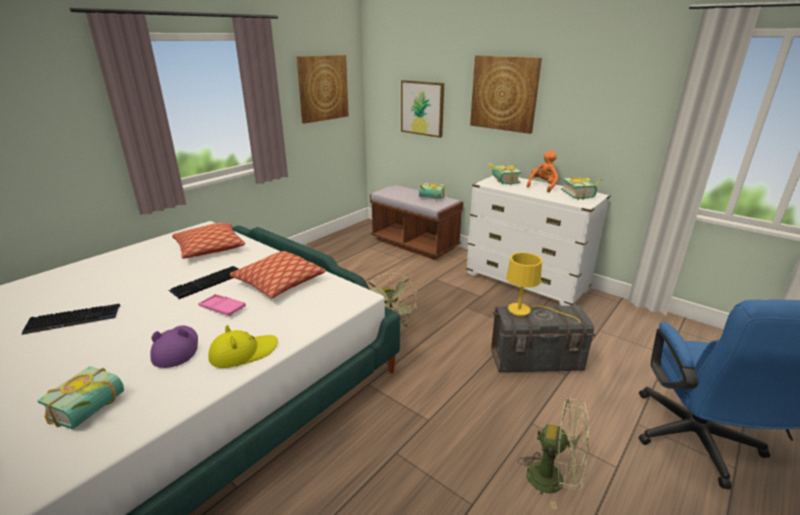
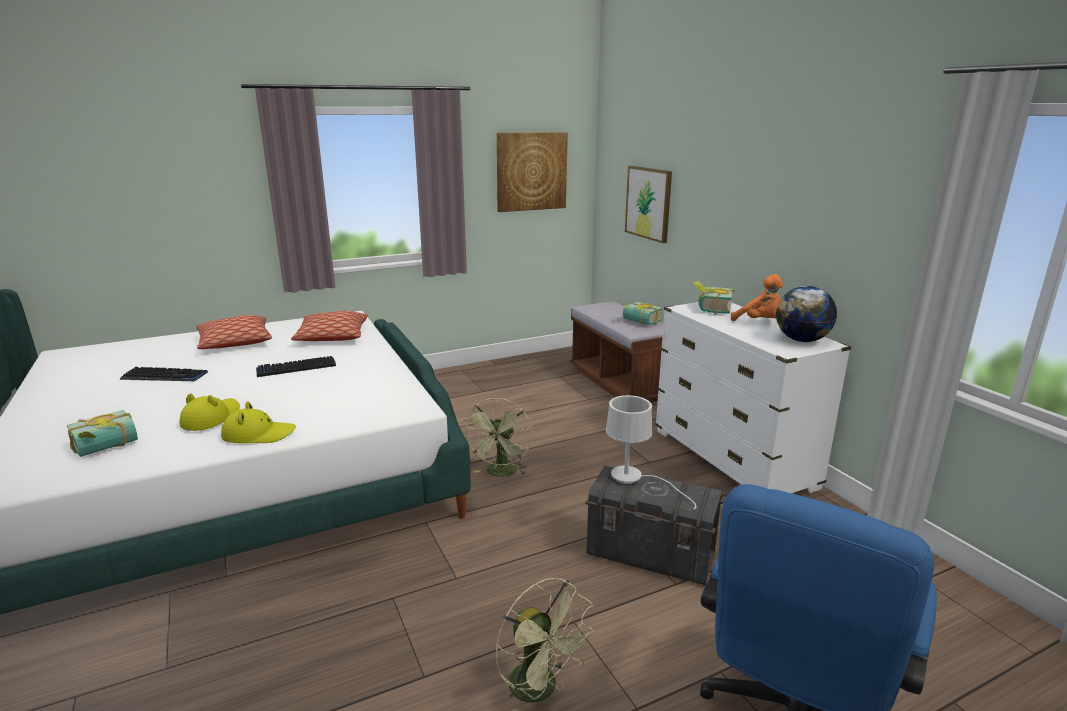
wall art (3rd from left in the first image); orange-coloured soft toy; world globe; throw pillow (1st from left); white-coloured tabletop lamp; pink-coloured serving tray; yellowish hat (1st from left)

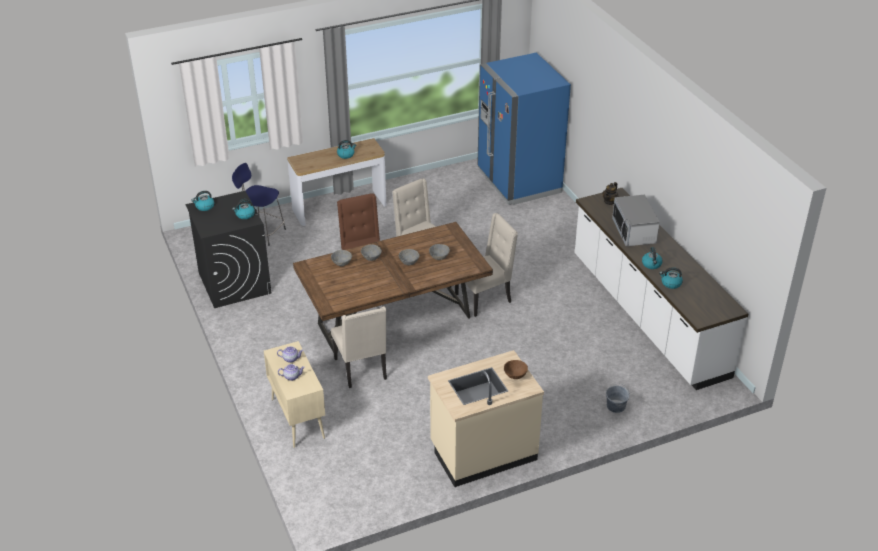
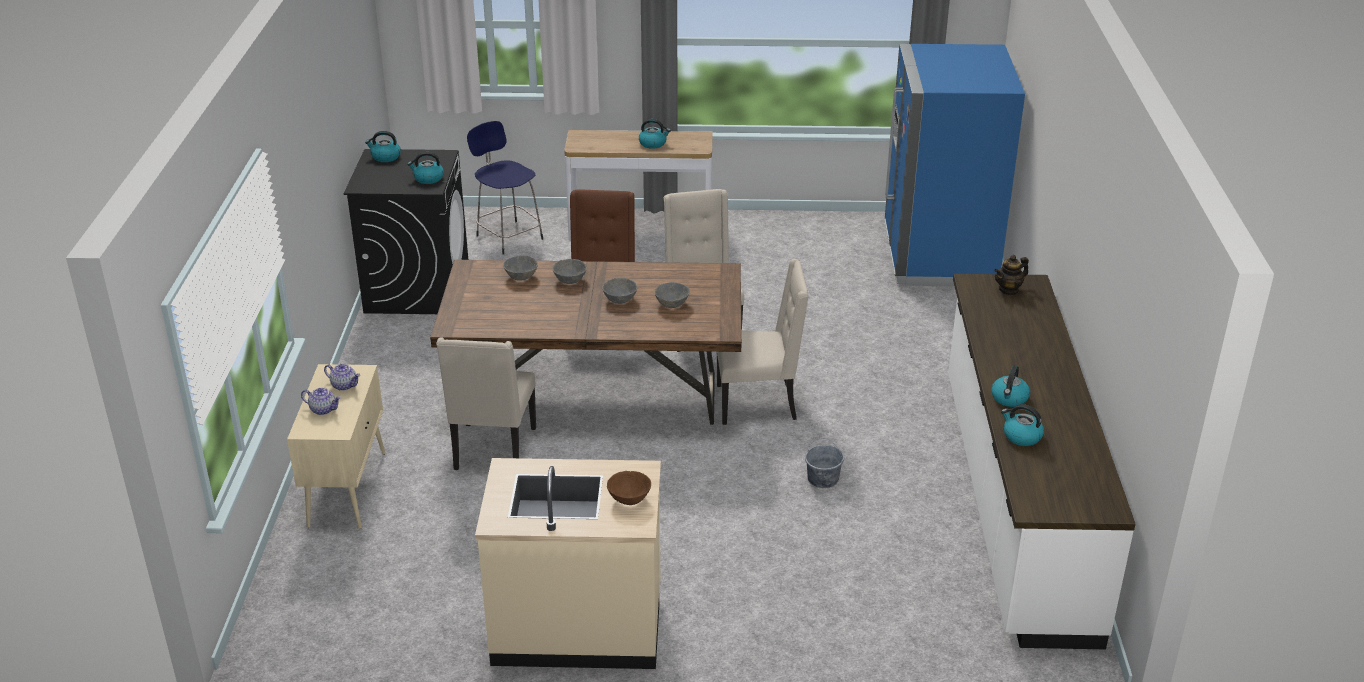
kitchen microwave; gray pail

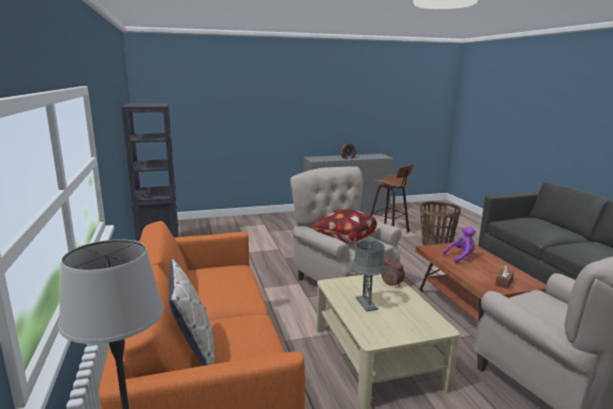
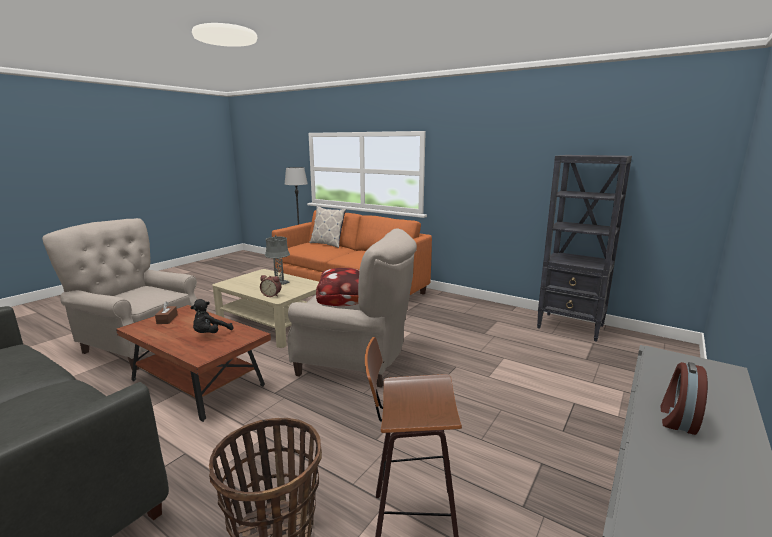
black soft toy

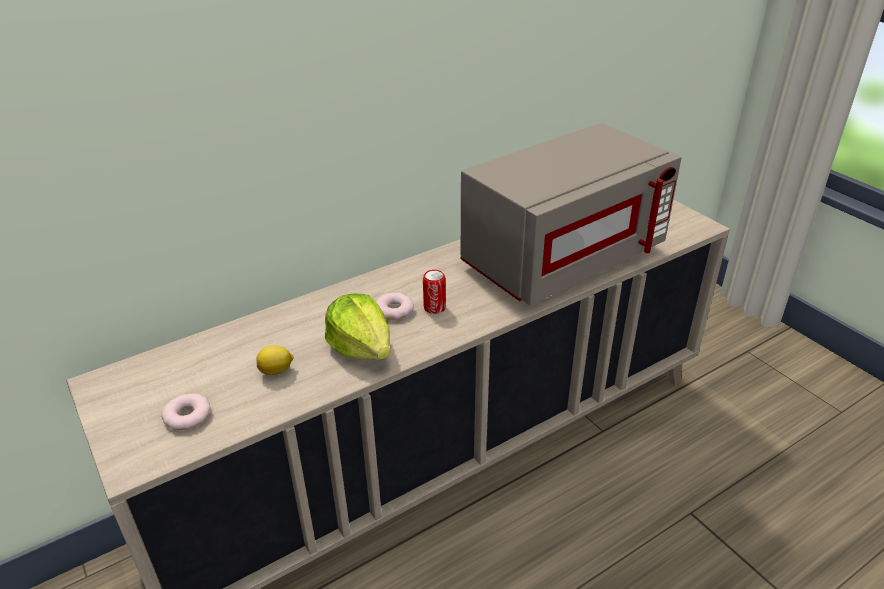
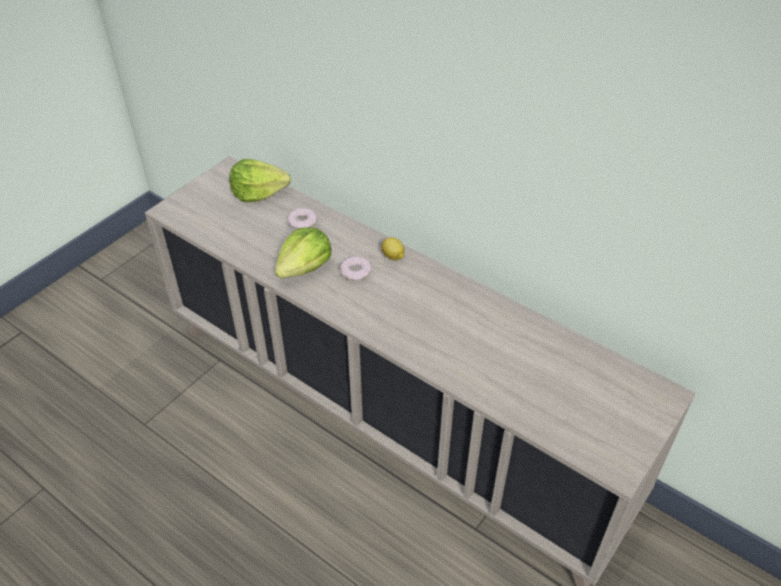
gray kitchen microwave; sealed can; lemon; ring doughnut (1st from left); head of lettuce (1st from left)

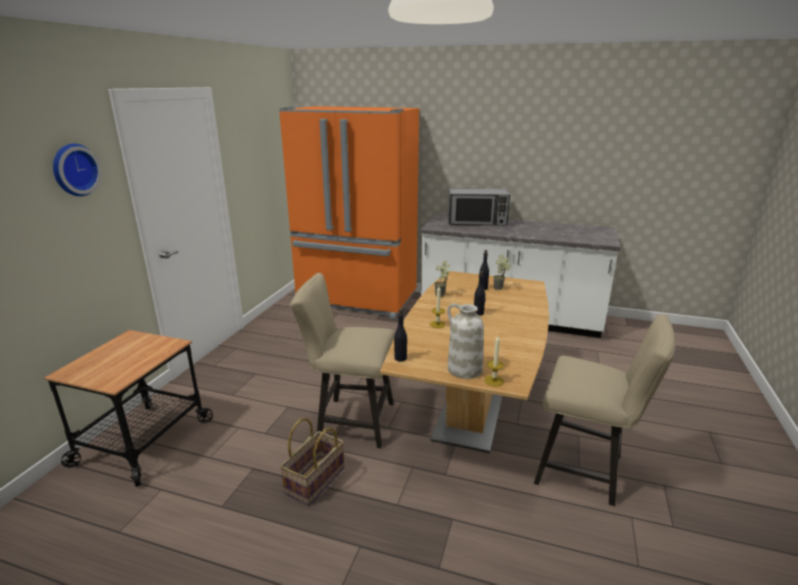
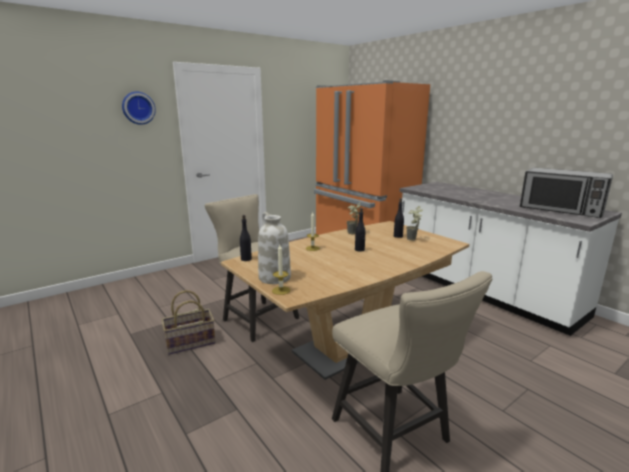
kitchen microwave; cart

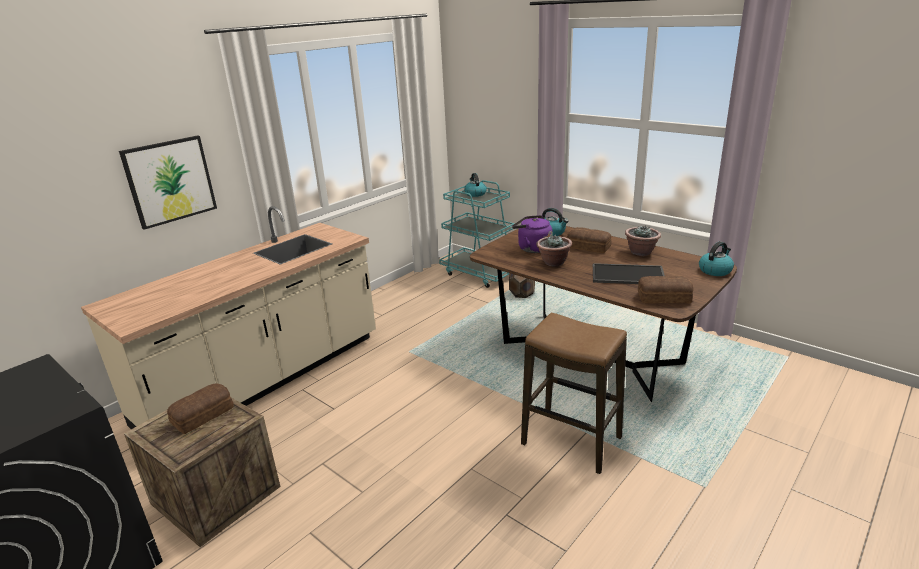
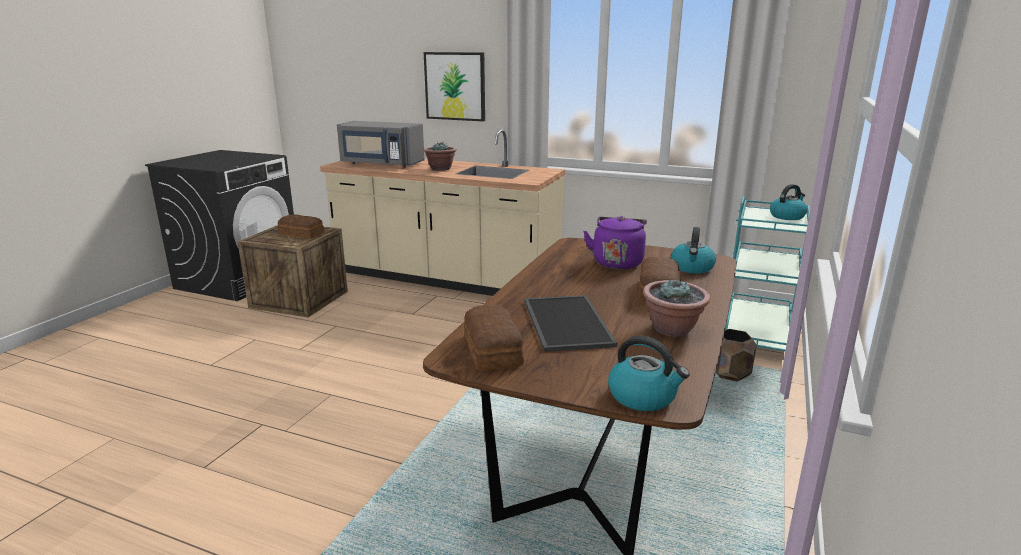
potted plant (1st from left); sitting stool; gray kitchen microwave

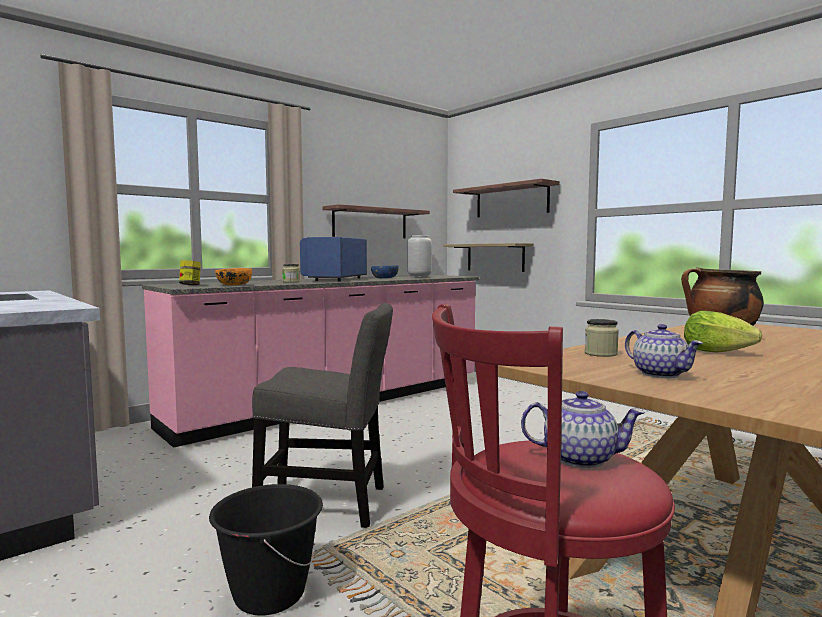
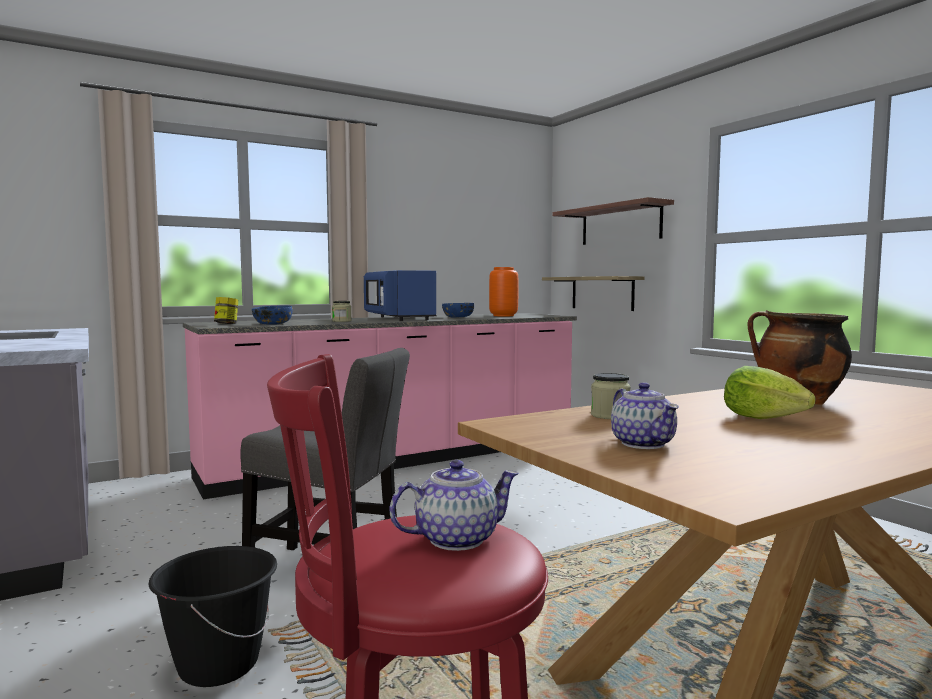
bracket shelf (1st from left in the first image); orange-coloured decorative vase; blue-coloured kitchen microwave; blue-coloured bowl (1st from left); pot for tea (1st from left)

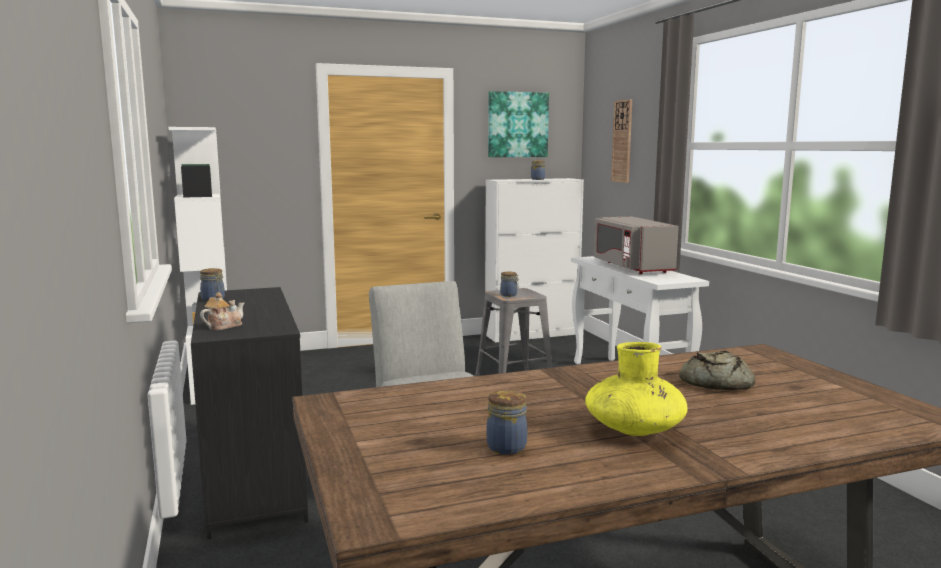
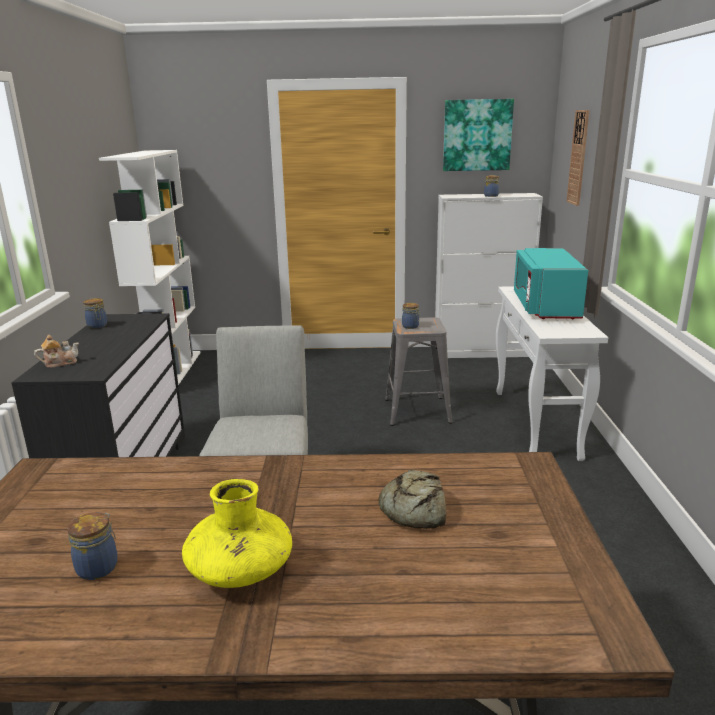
blue-green kitchen microwave

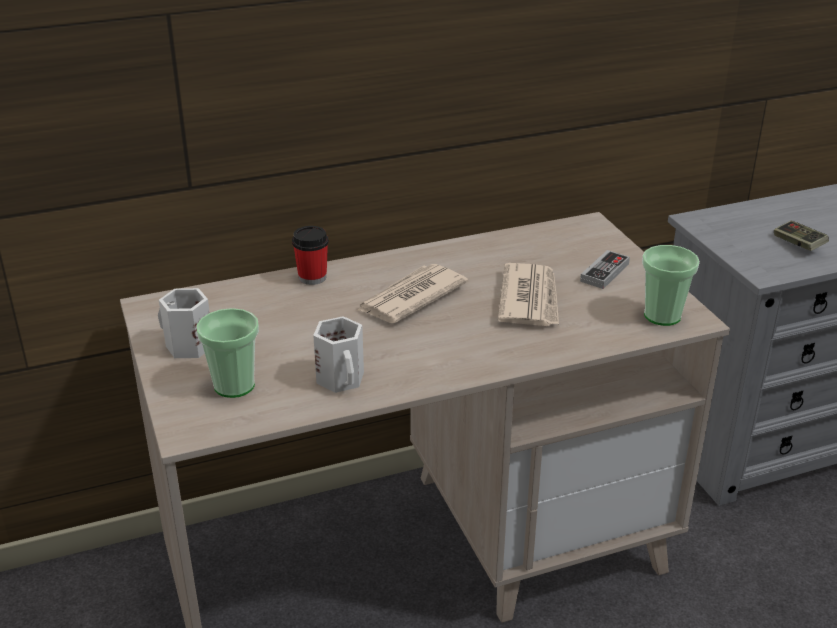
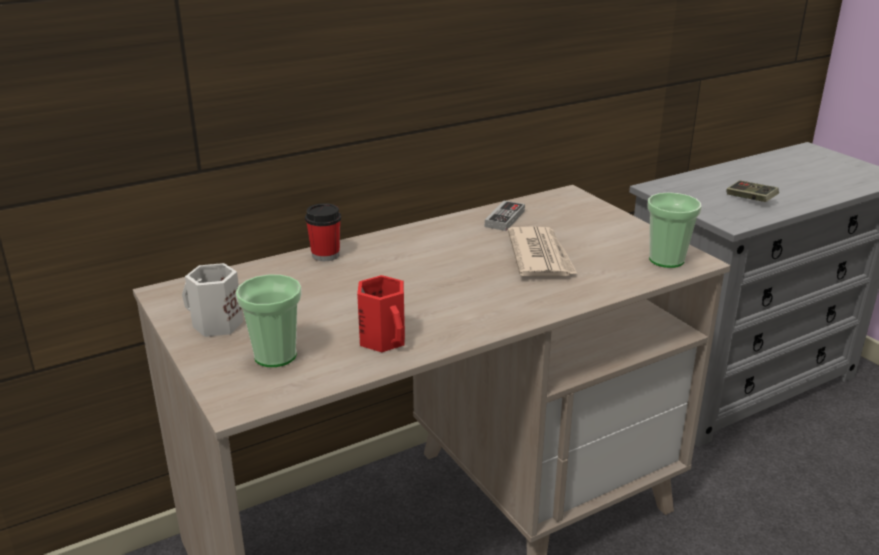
game controller (1st from left); daily paper (1st from left in the first image); red-coloured mug

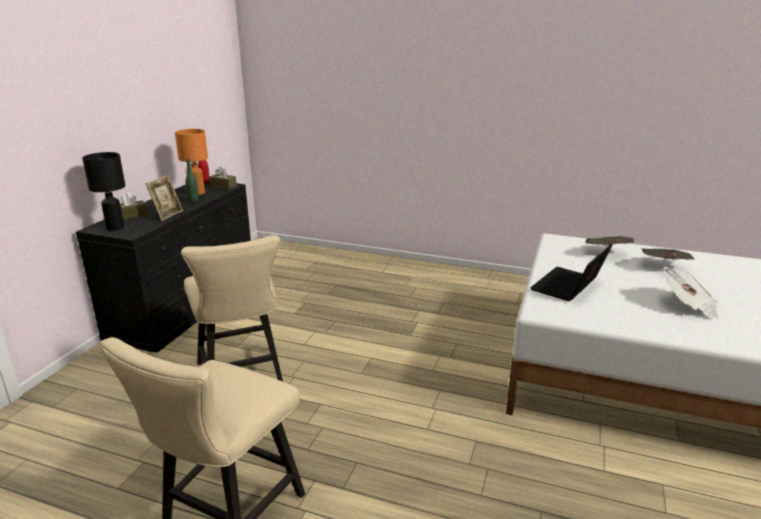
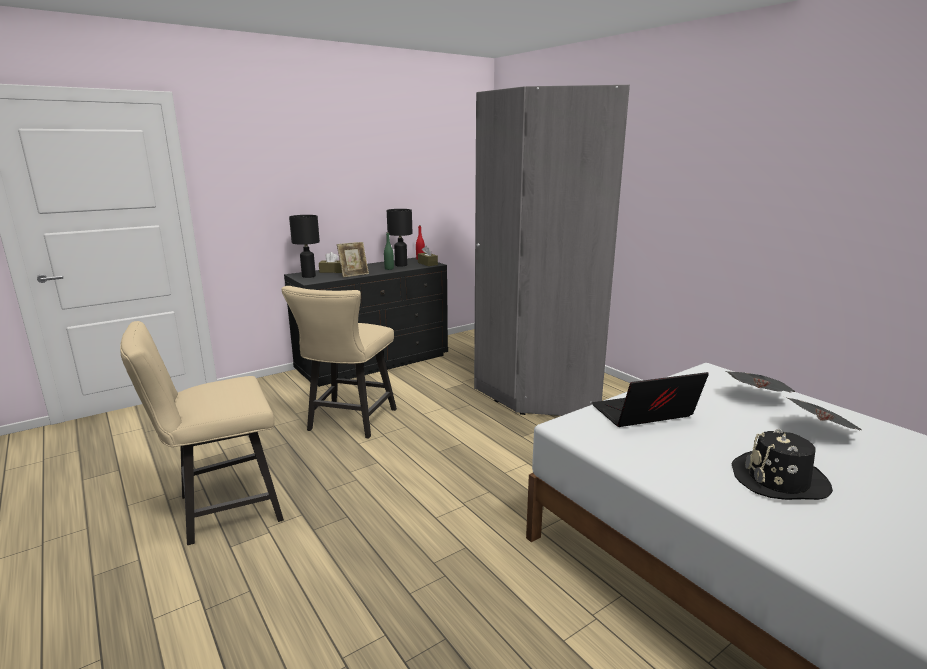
black tabletop lamp (2nd from left); black hat; gray clothes cupboard

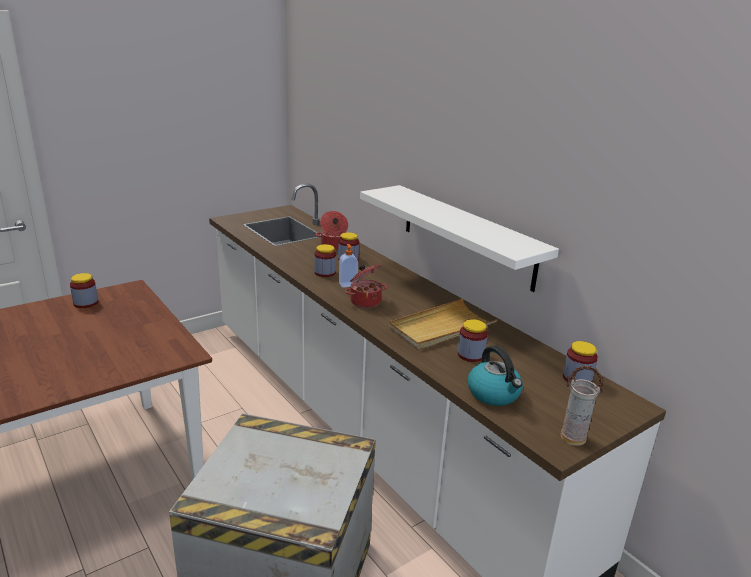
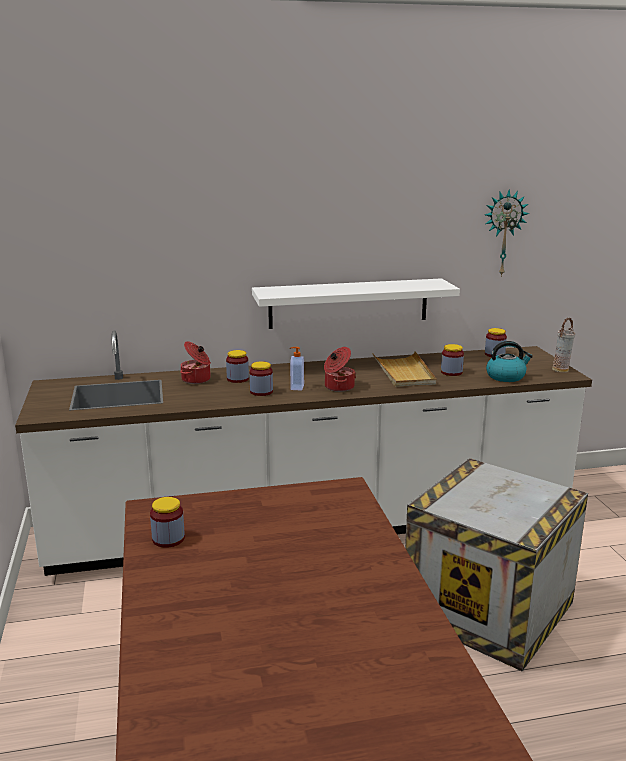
clock on the wall

